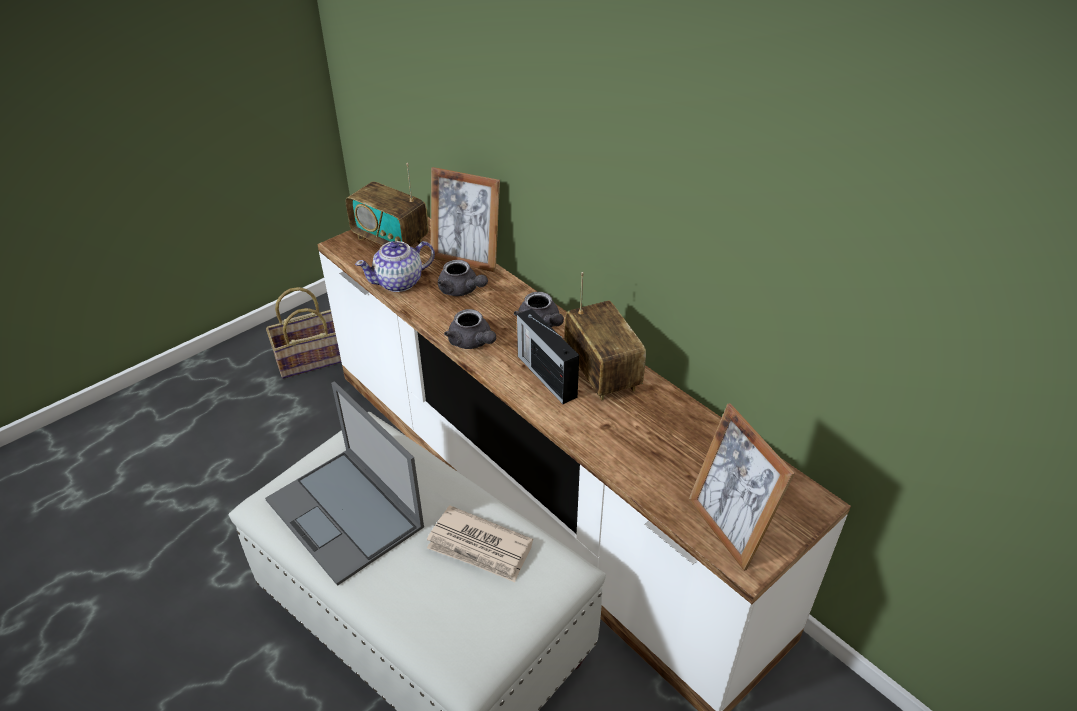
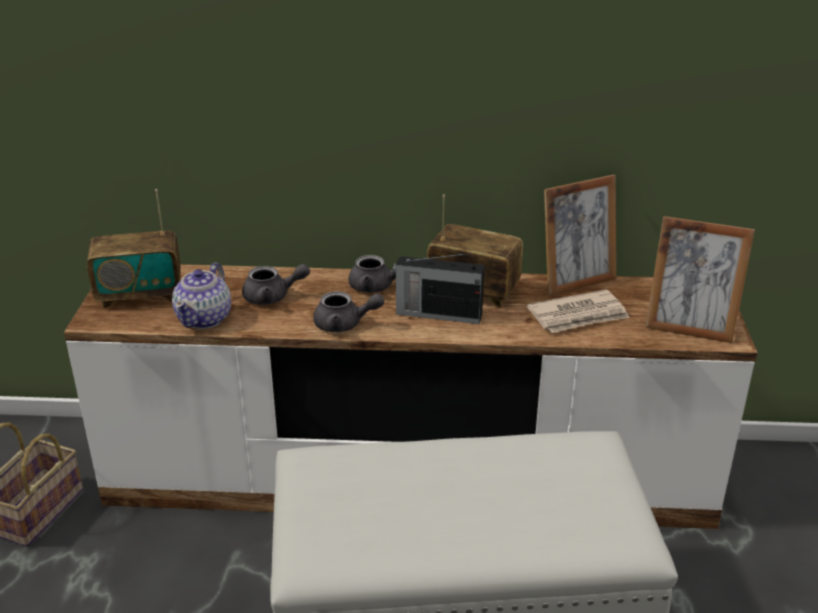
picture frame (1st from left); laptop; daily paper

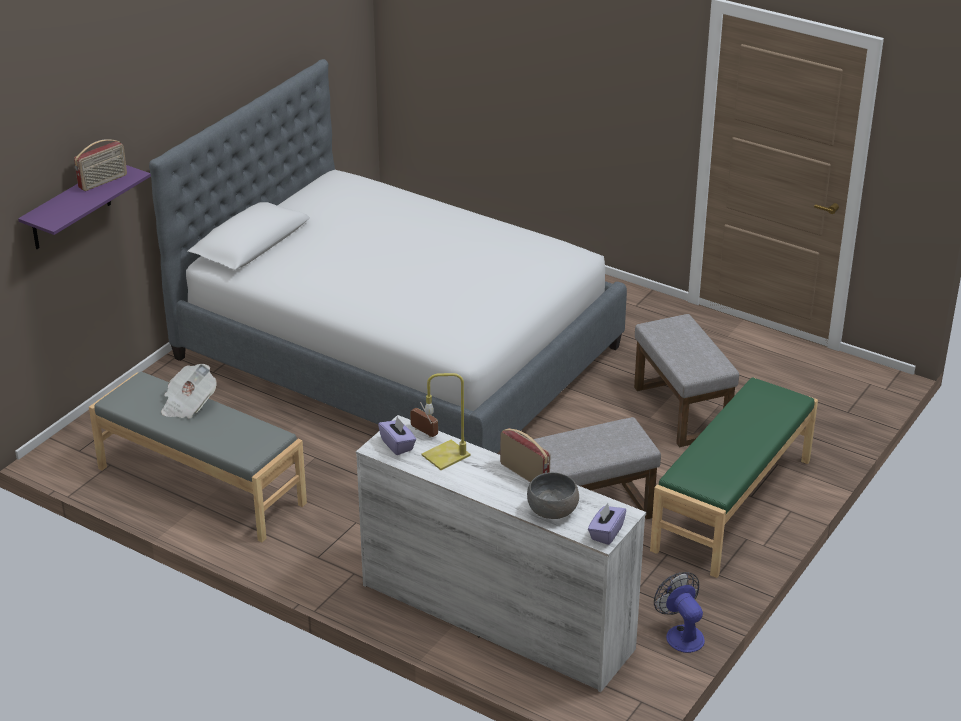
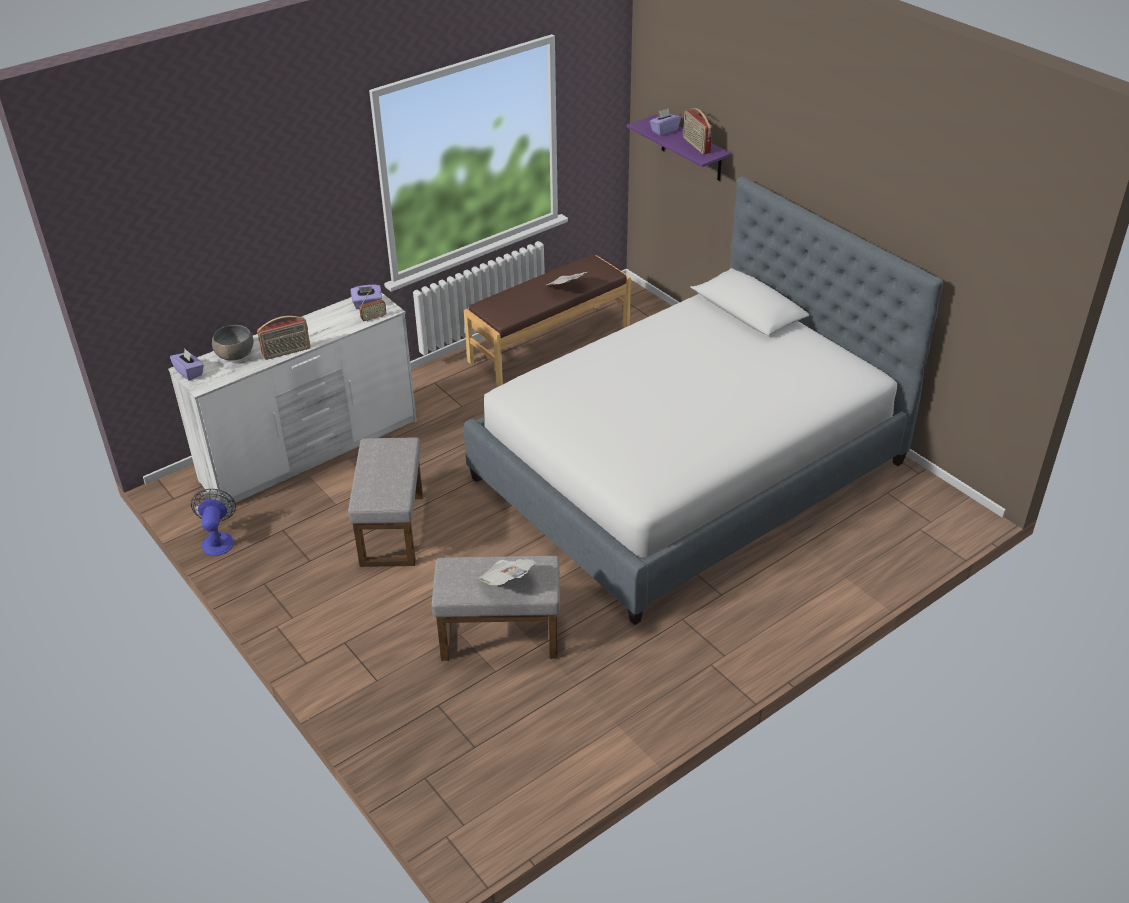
brown indoor bench; yellowish tabletop lamp; green indoor bench; cooling fan; purple-coloured tissue holder (3rd from left); daily paper (1st from left)

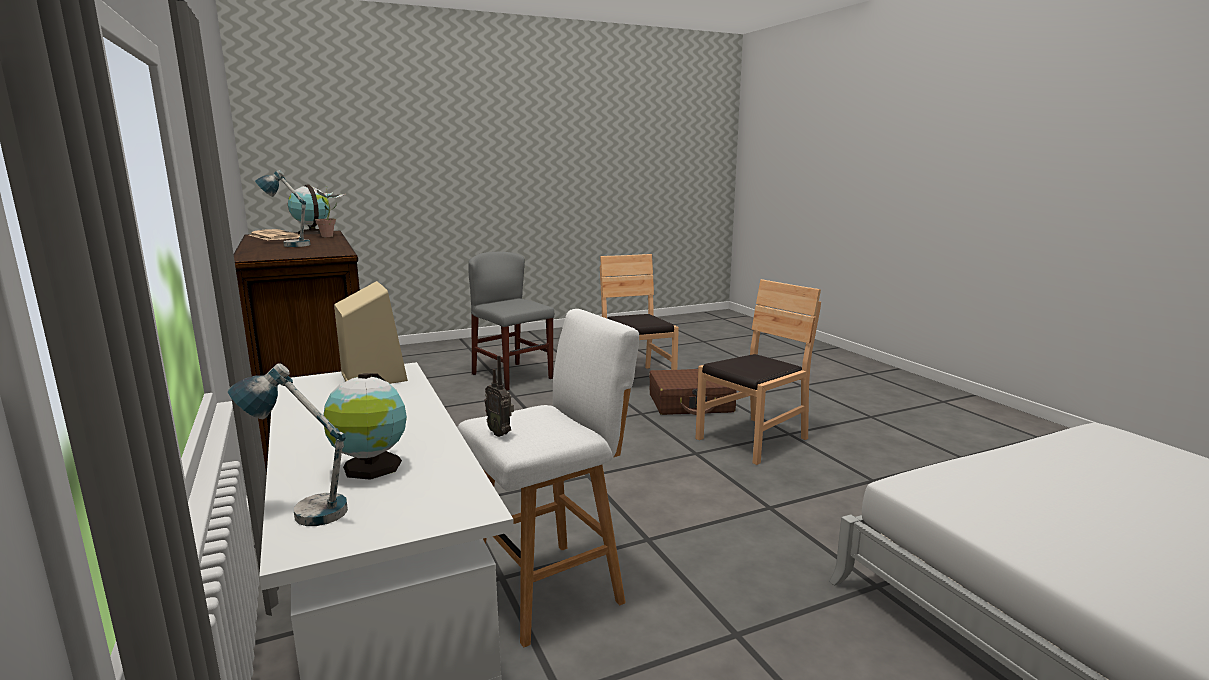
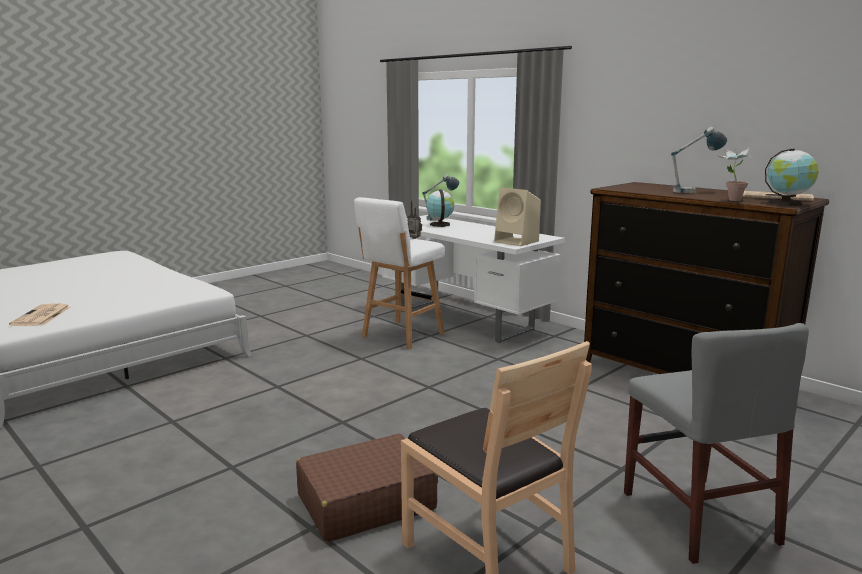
gray upright chair; brown upright chair (2nd from left in the first image); daily paper (1st from left)

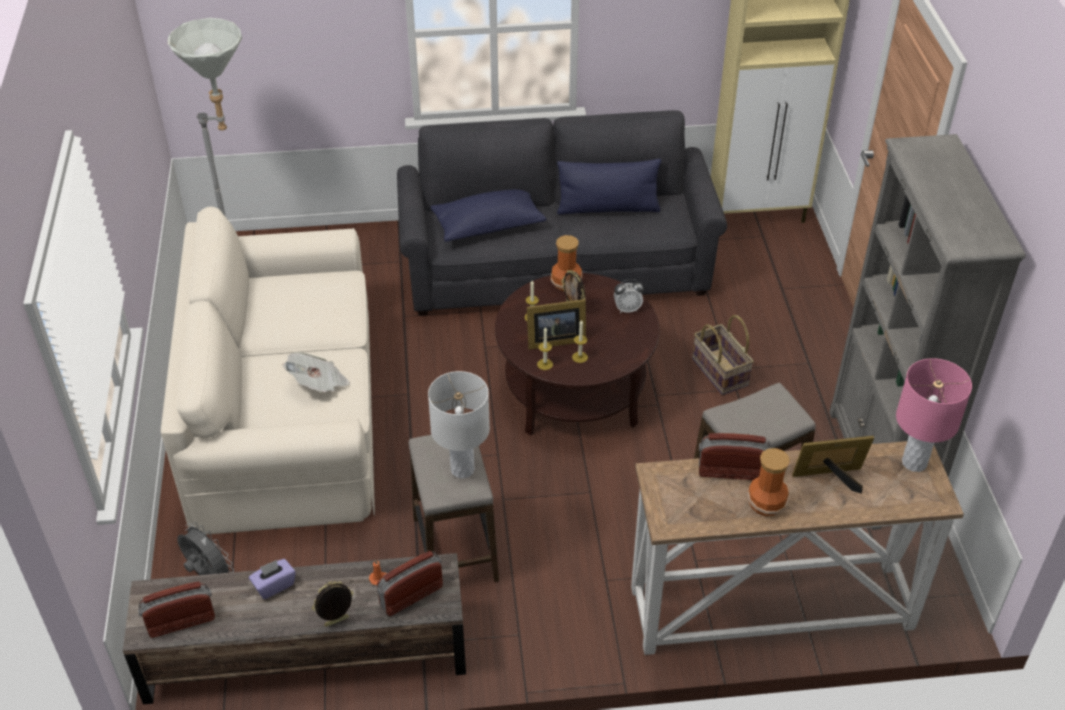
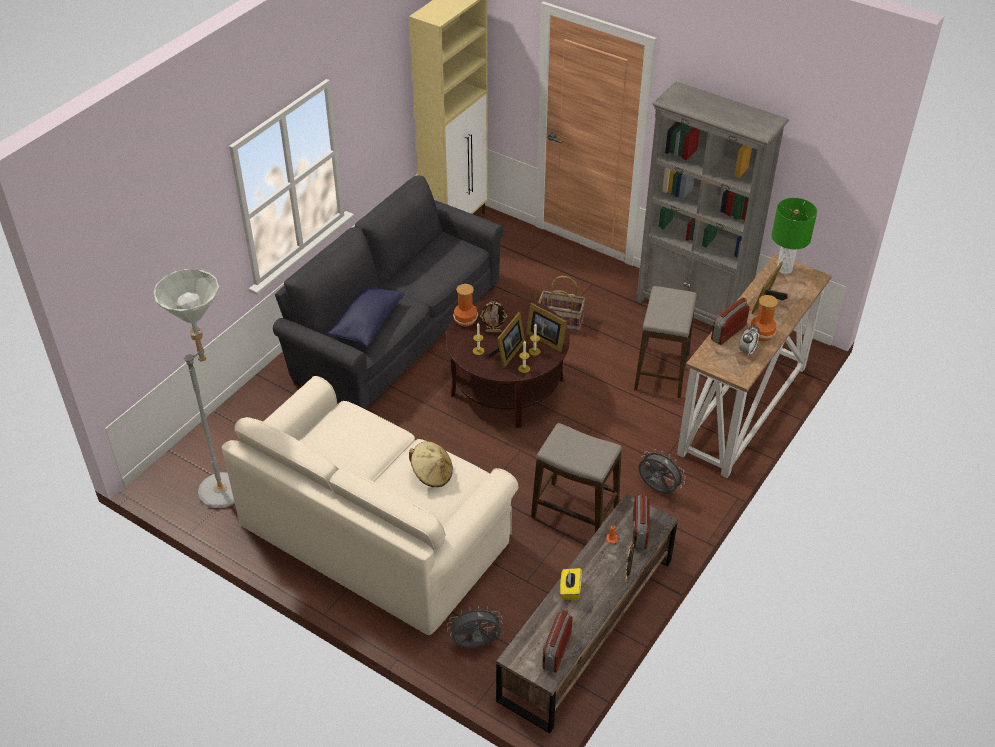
blue-coloured throw pillow (2nd from left in the first image); alarm clock; beige hat; green tabletop lamp; white-coloured tabletop lamp; yellowish tissue holder; picture frame (3rd from left); gray cooling fan (2nd from left)

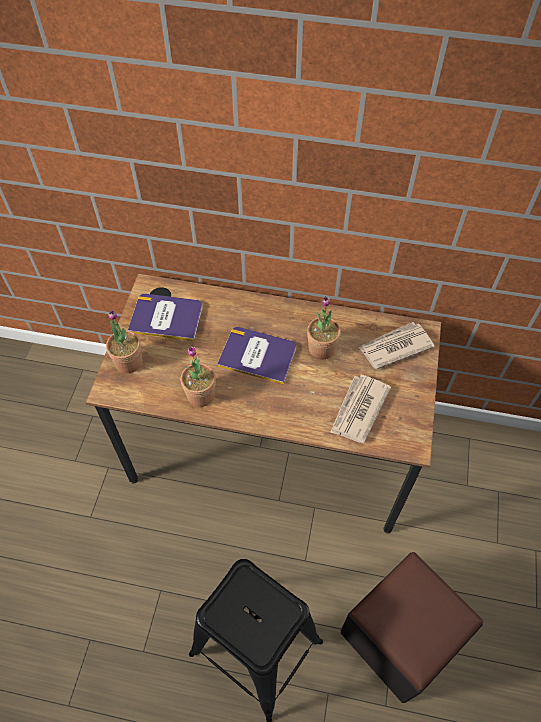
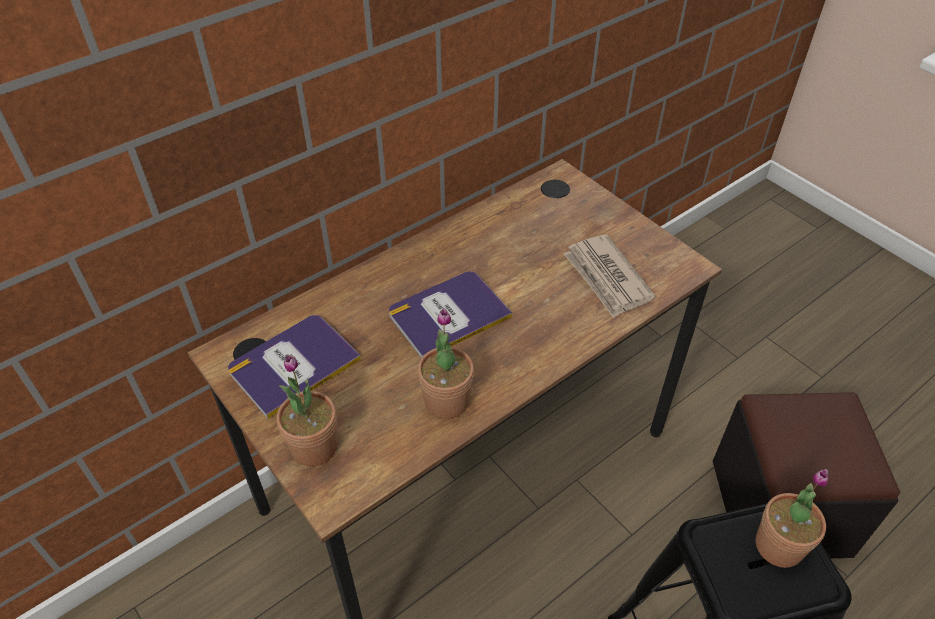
potted plant (3rd from left); daily paper (2nd from left in the first image)

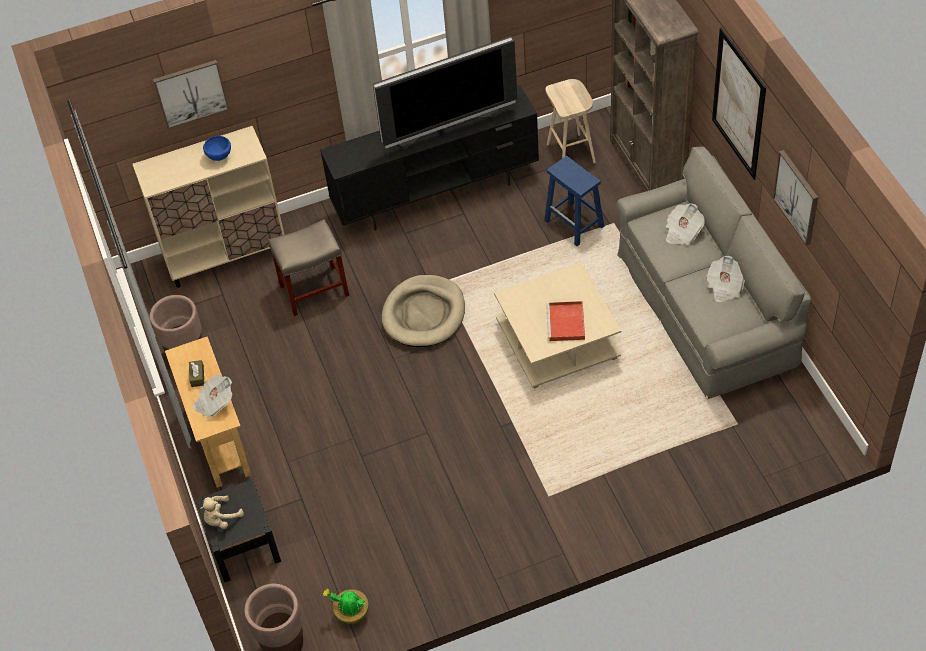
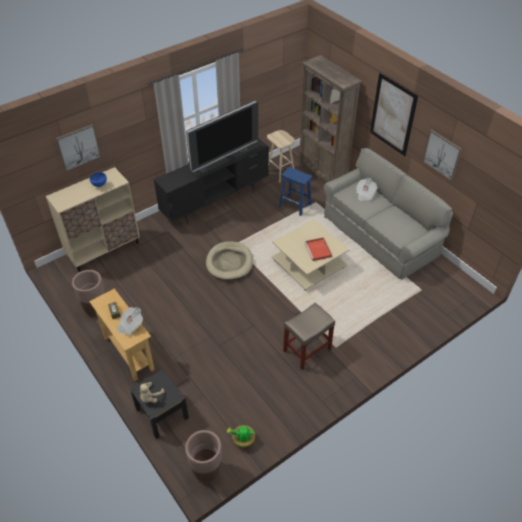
beige sitting stool (2nd from left); daily paper (3rd from left in the first image)

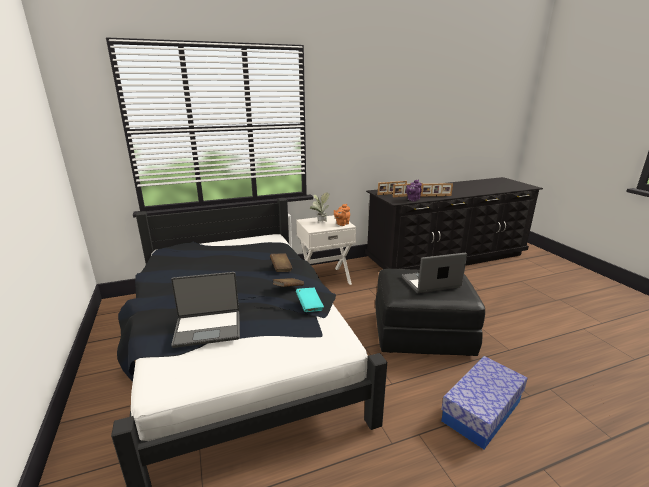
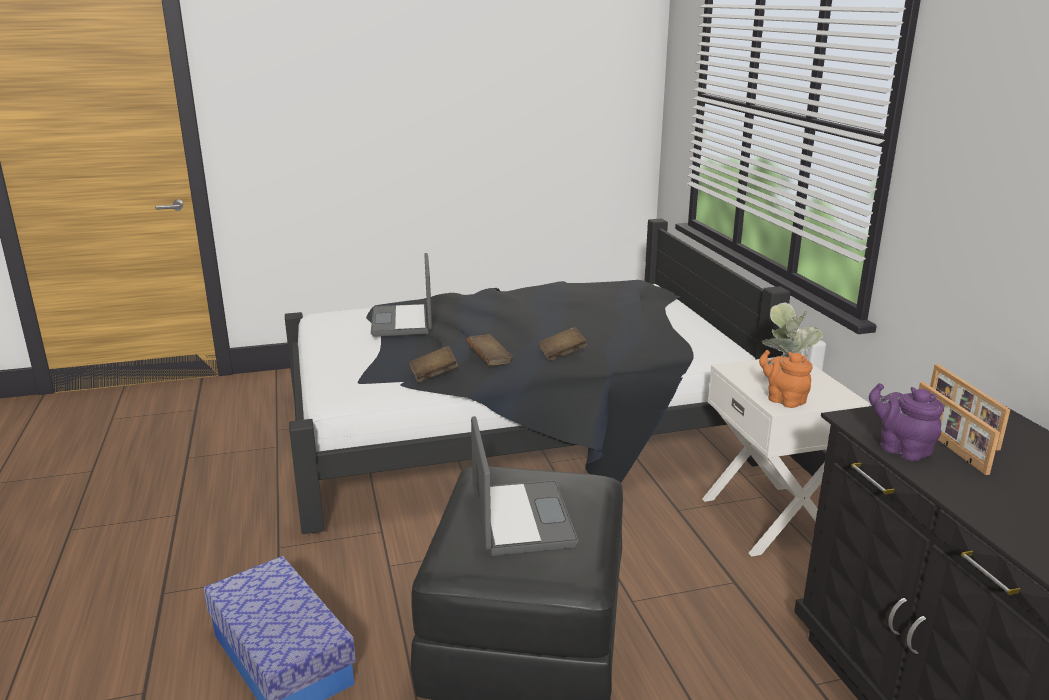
picture frame (3rd from left in the first image); brown bound book (1st from left)

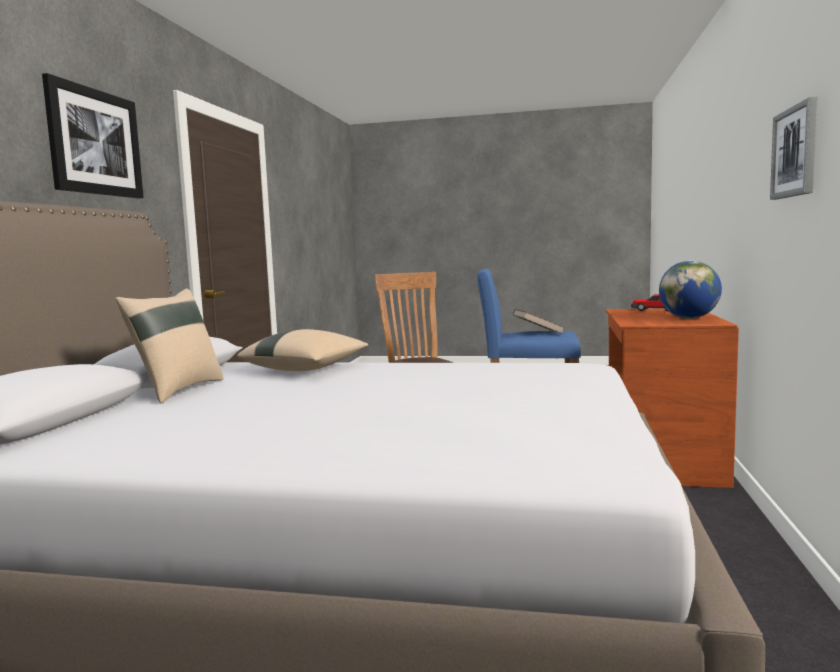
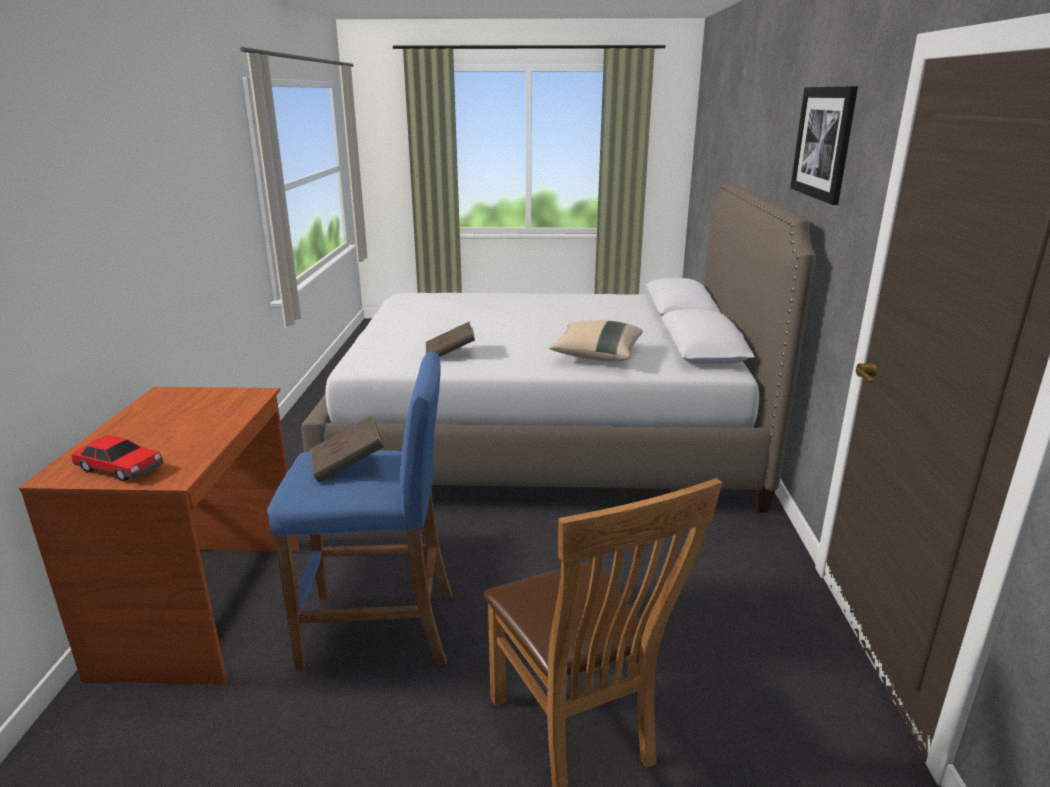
wall art (2nd from left in the first image); world globe; beige throw pillow (1st from left in the first image); brown bound book (2nd from left)

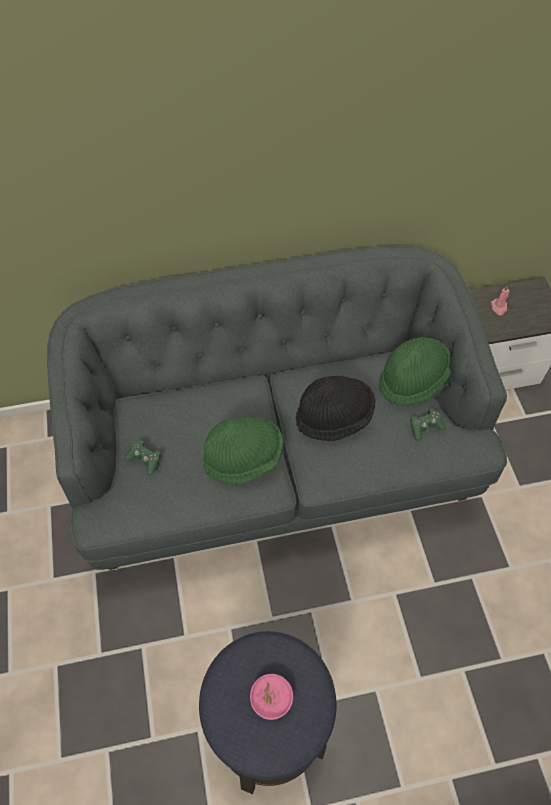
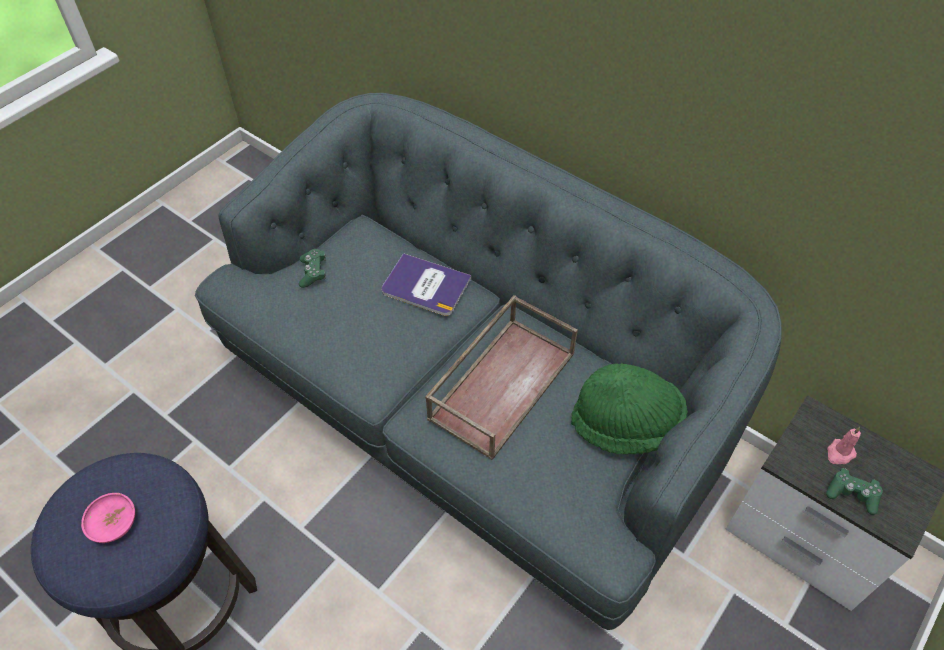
brown serving tray; green game controller (2nd from left); green hat (1st from left in the first image); bound book

